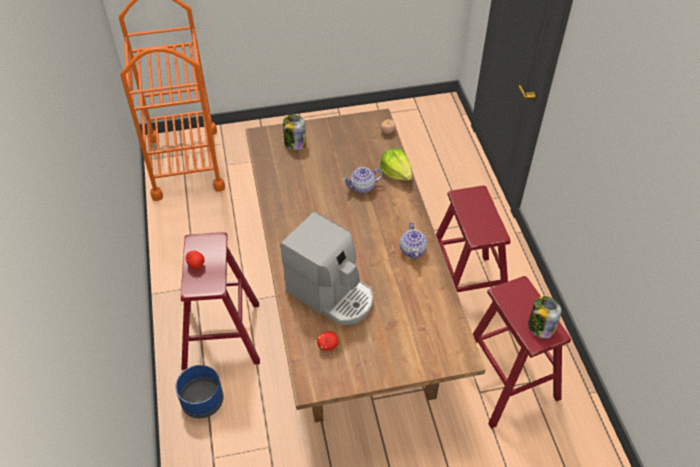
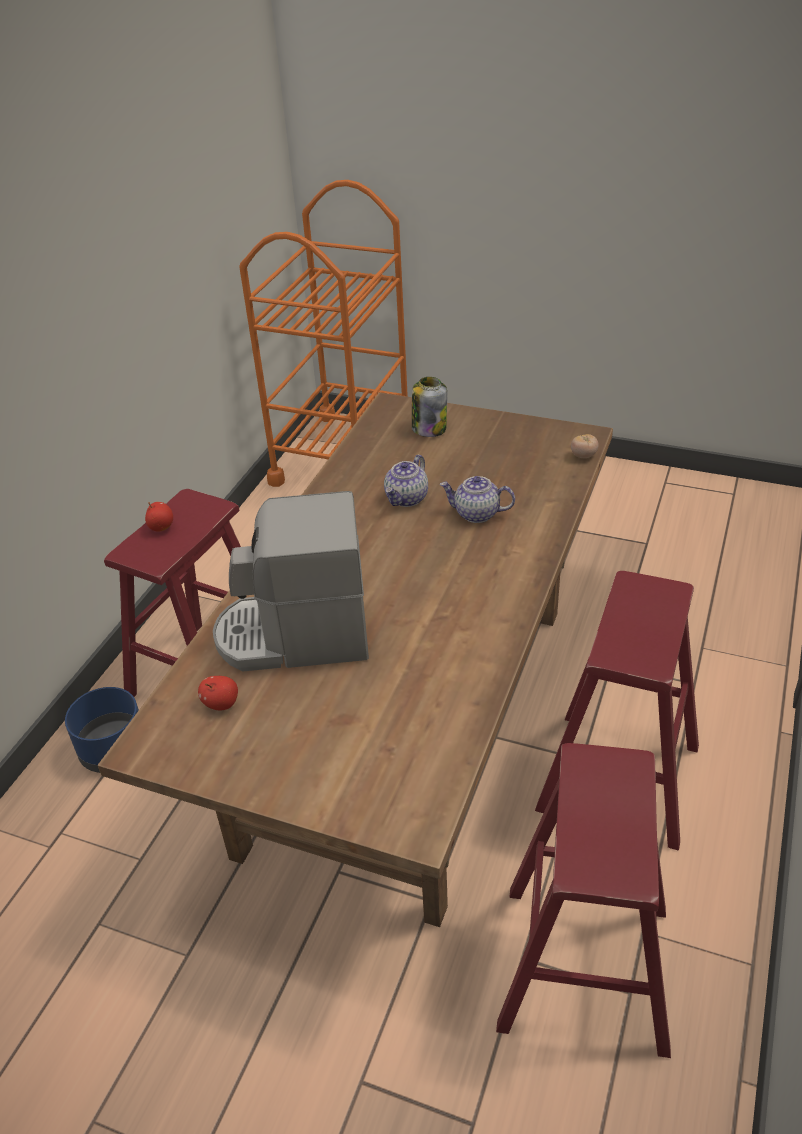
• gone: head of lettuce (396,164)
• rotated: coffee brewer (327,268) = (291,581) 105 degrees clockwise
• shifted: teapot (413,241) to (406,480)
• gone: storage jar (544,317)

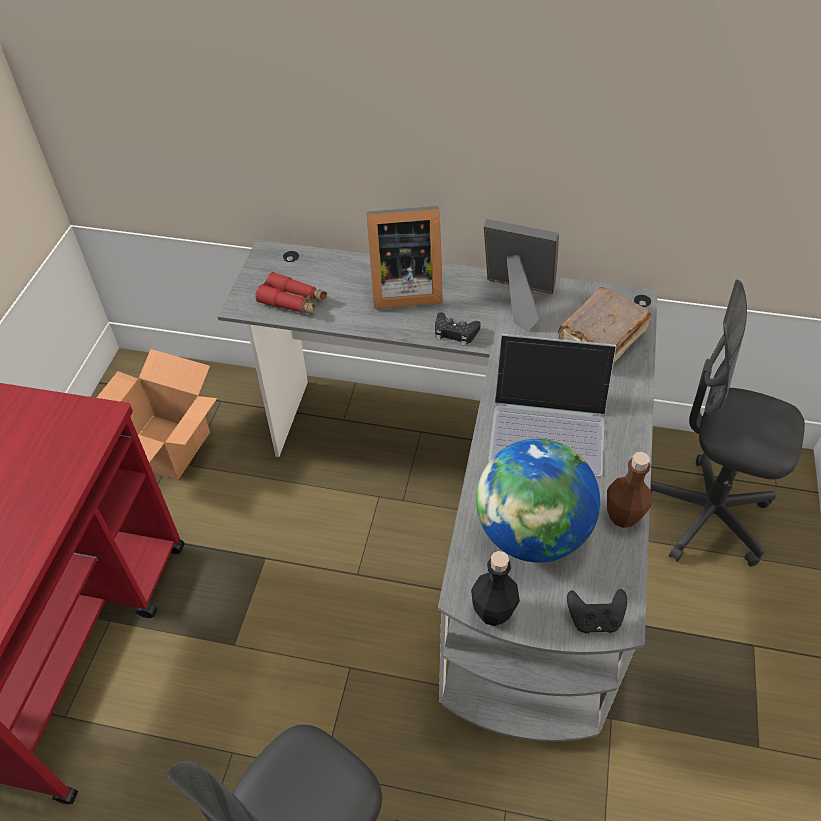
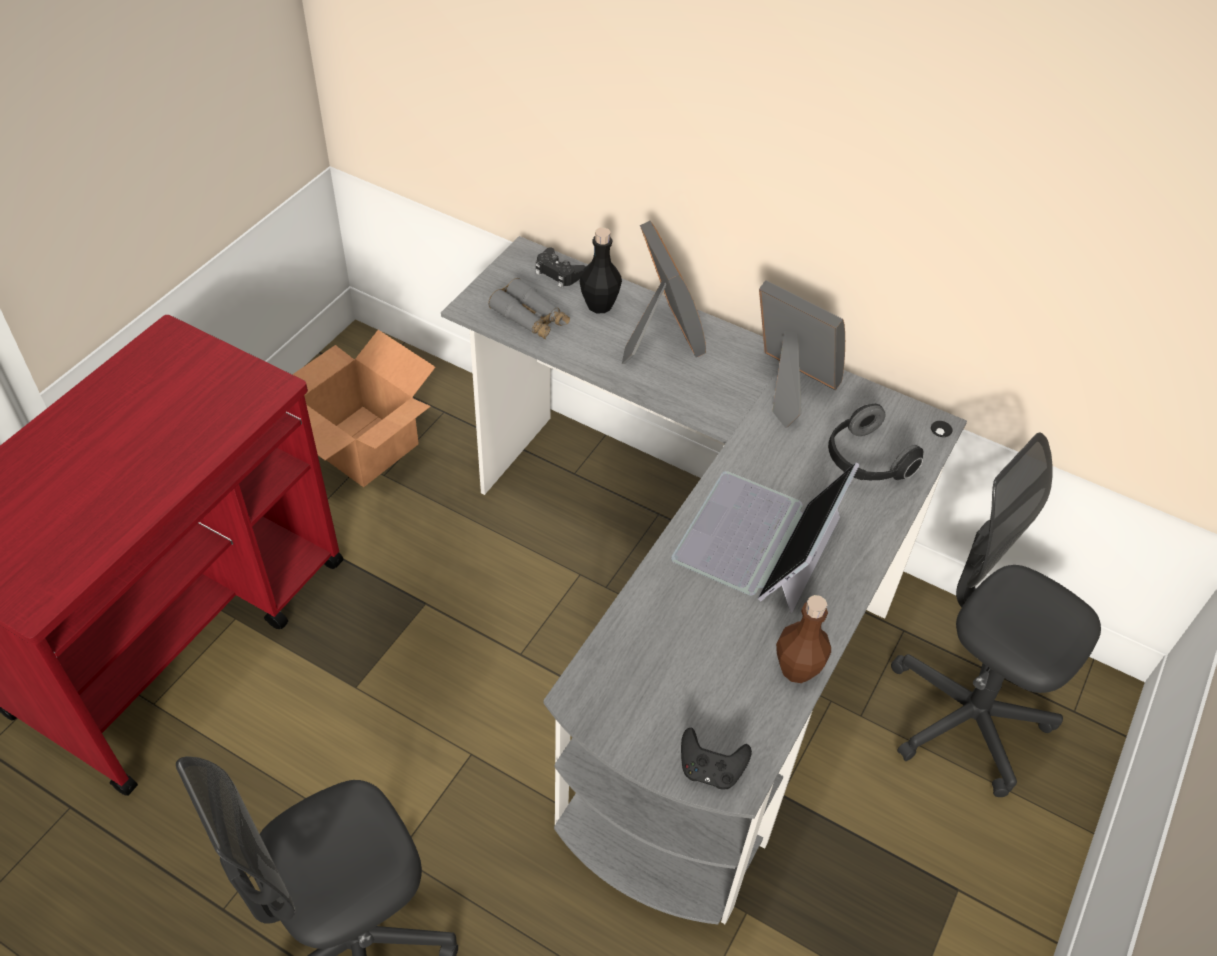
• rotated: picture frame (404,257) = (664,292) 120 degrees counterclockwise
• repainted: reddish binoculars (291,293) to gray binoculars (529,309)
• swapped: brownish bound book (604,325) to pair of headphones (875,442)
• shifted: black gamepad (458,329) to (560,268)
• rotated: portable computer (552,405) = (765,538) 90 degrees clockwise
• gone: world globe (538,501)
• shifted: black drink bottle (495,588) to (600,270)

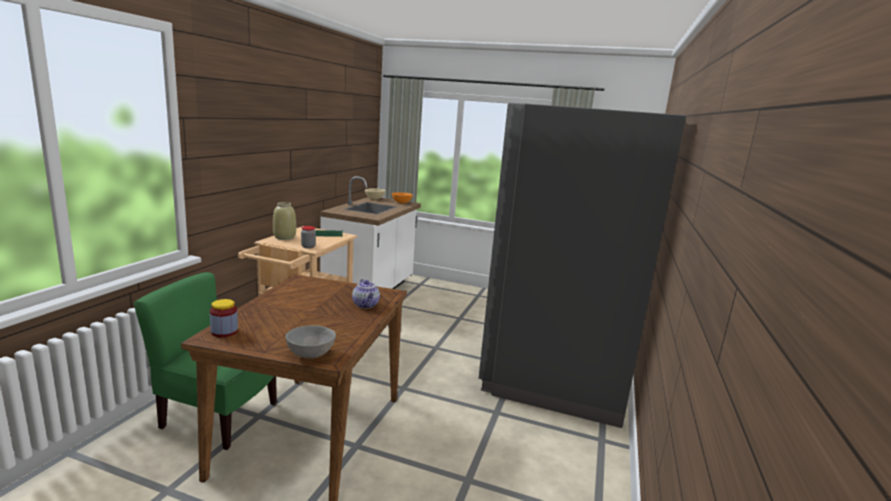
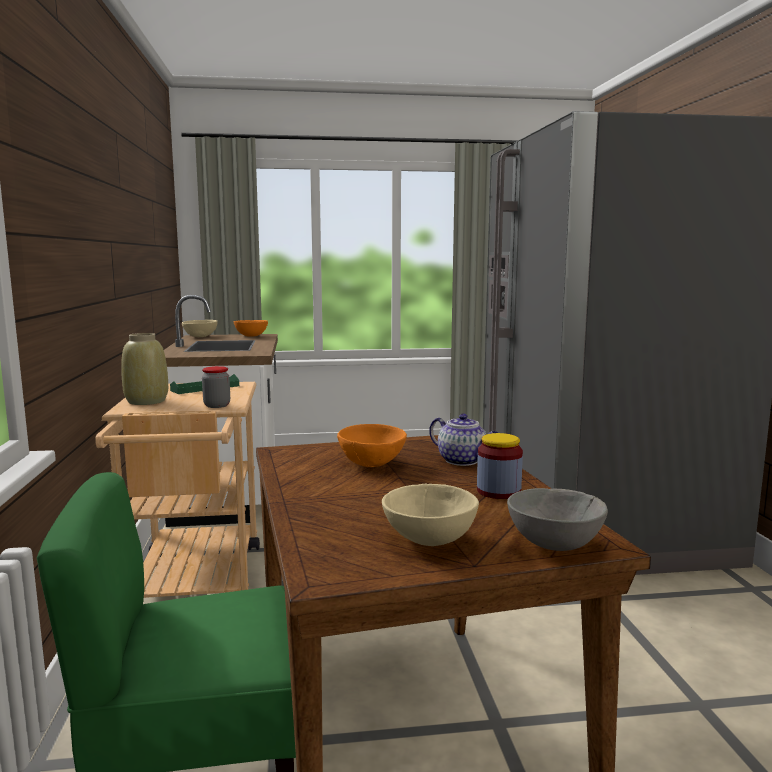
• shifted: storage jar (224,318) to (500,466)
• new: orange deep dish (372,445)
• new: beige-coloured deep dish (430,515)

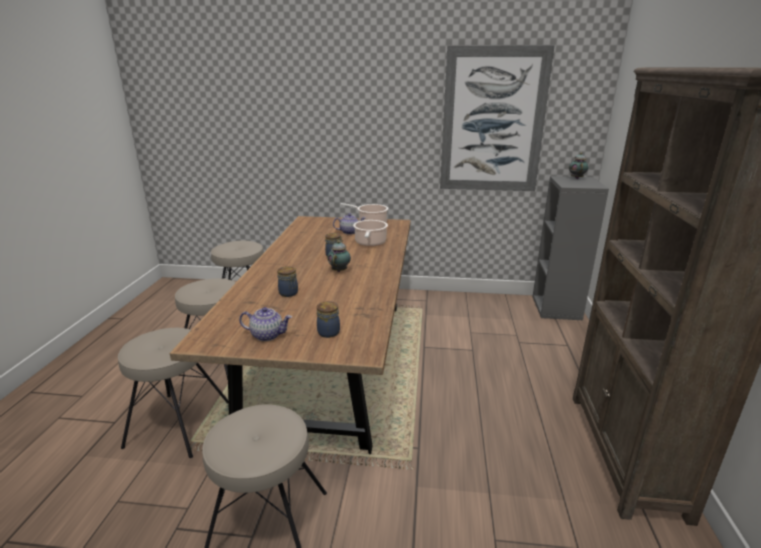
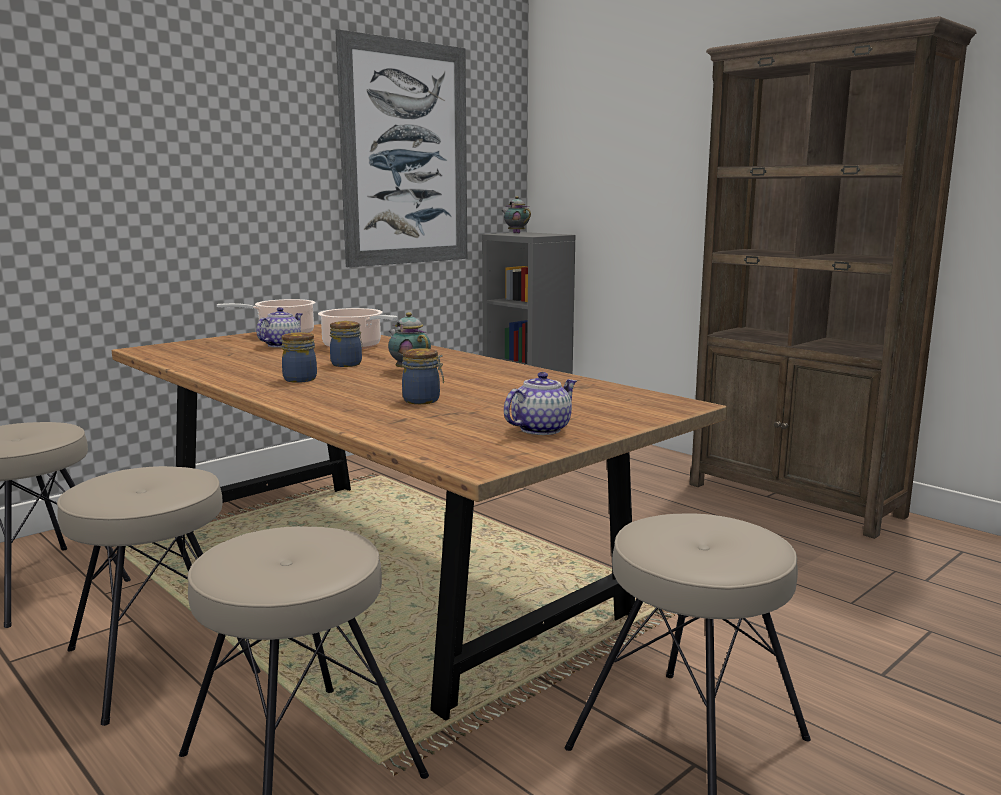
• shifted: storage jar (328,319) to (299,357)

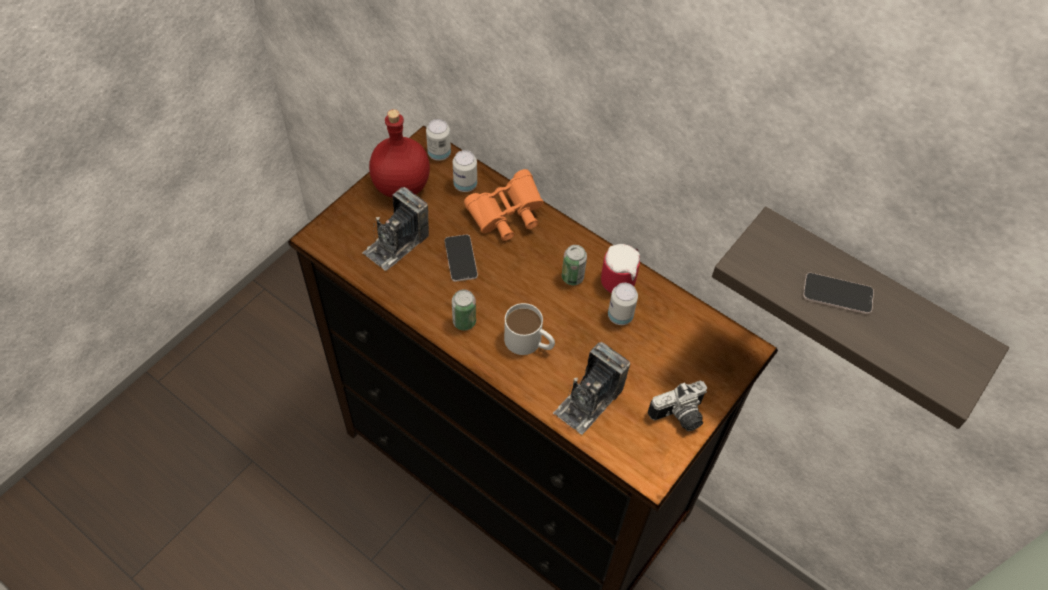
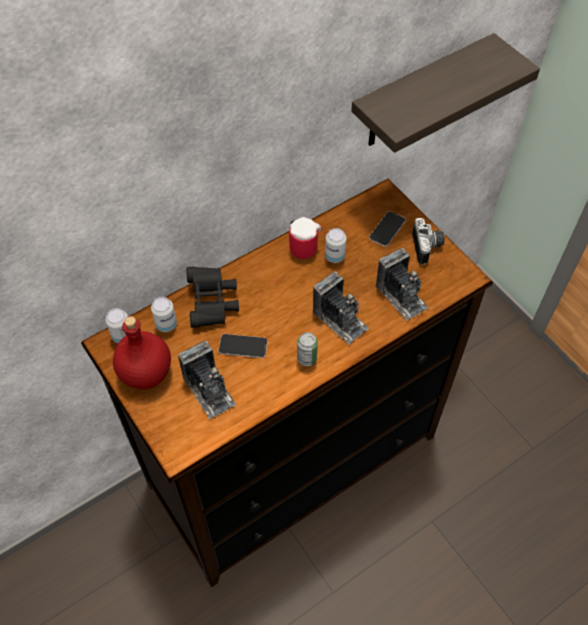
• repainted: orange binoculars (504,205) to black binoculars (212,297)
• gone: can (574,265)
• shifted: handset (838,293) to (387,229)
• swapped: white-coloured mug (529,329) to still camera (341,308)

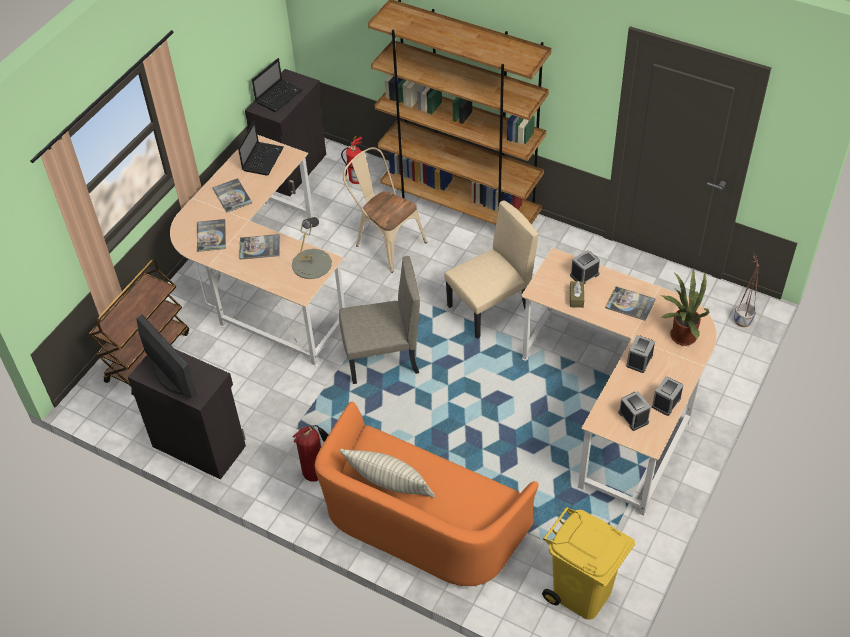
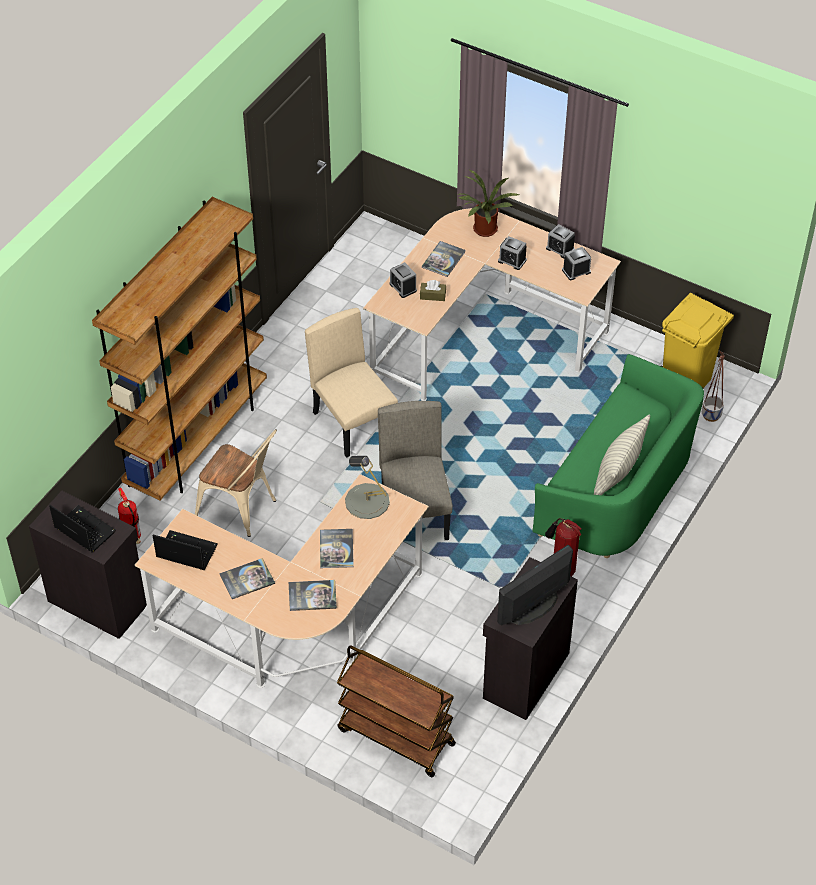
• rotated: beige-coloured chair (385,210) = (236,483) 105 degrees counterclockwise
• shifted: plant pot (746,290) to (713,386)
• repainted: orange sofa (427,494) to greenish sofa (618,456)

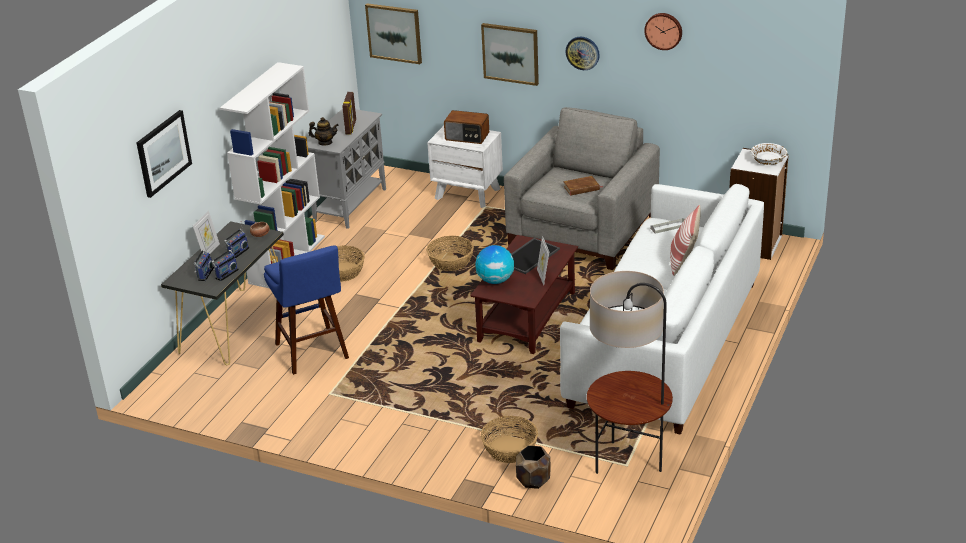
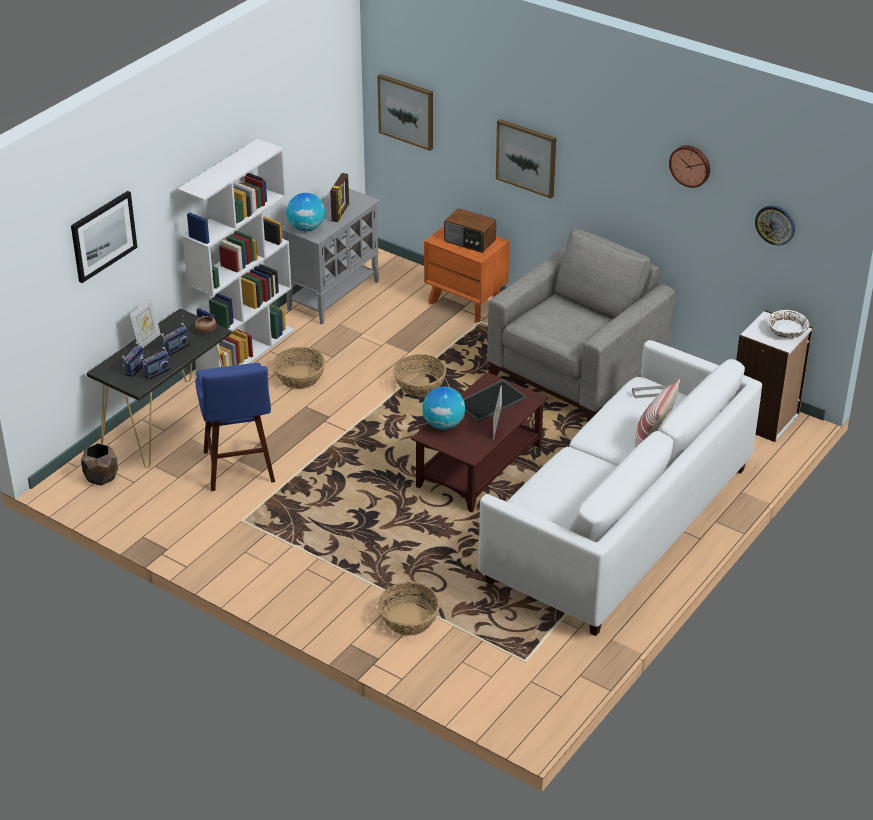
• shifted: clock on the wall (582,53) to (775,226)
• swapped: teapot (324,131) to world globe (305,212)
• repainted: white-coloured nightstand (465,167) to orange nightstand (467,274)
• gone: brownish bound book (583,186)
• gone: standing lamp (630,372)
• shifted: brownish plant pot (533,467) to (99,464)

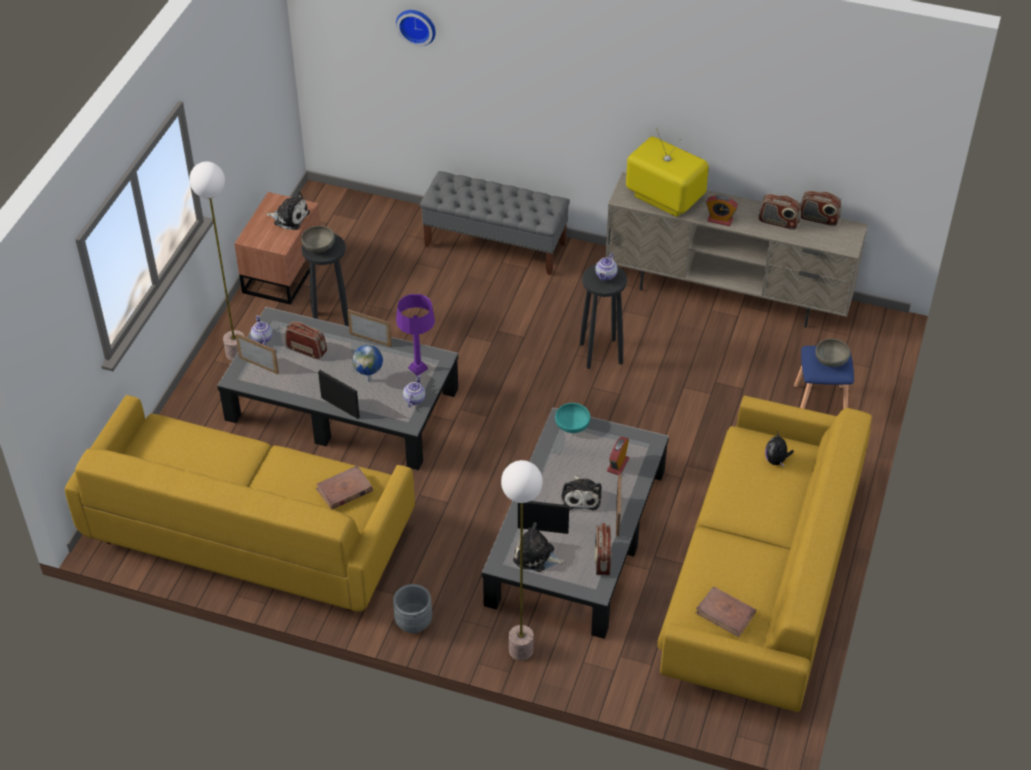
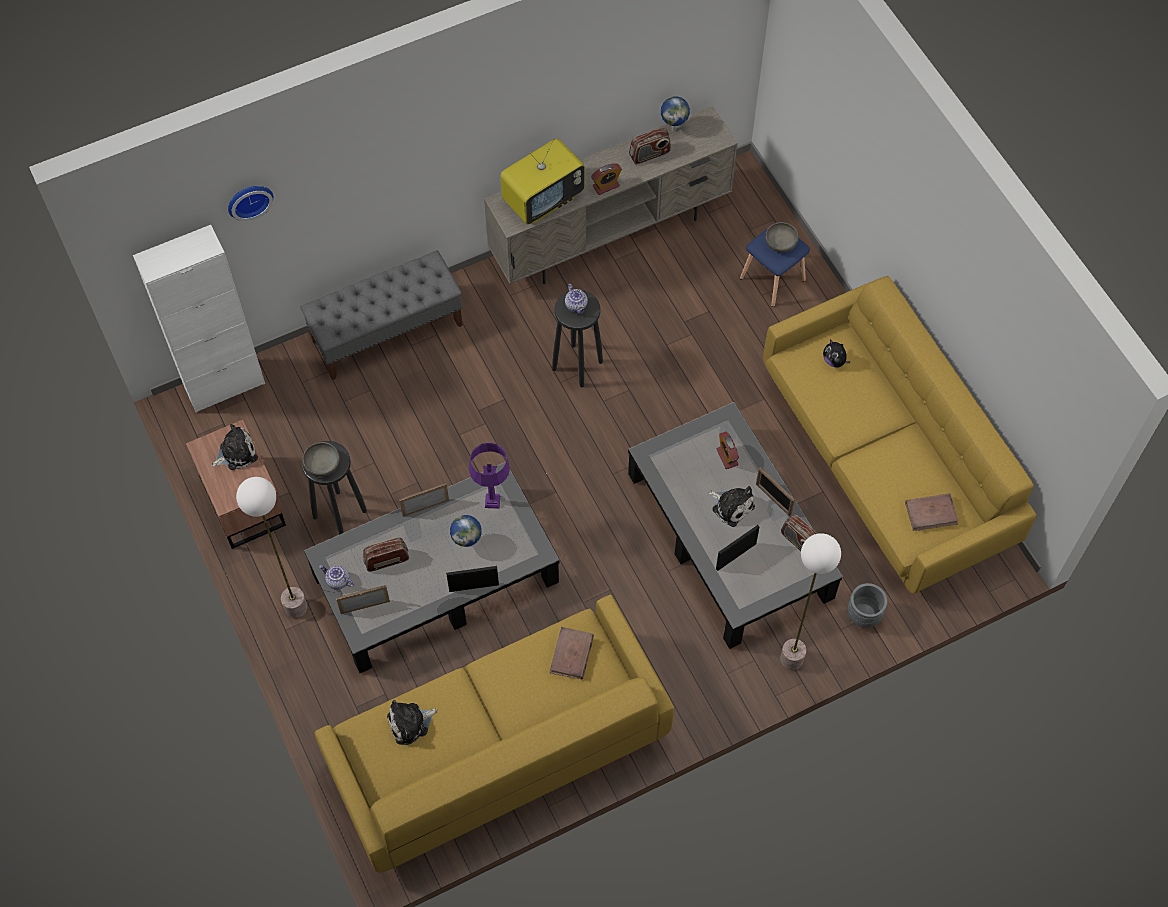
• rotated: TV set (667,172) = (543,181) 150 degrees clockwise
• swapped: radio receiver (820,208) to world globe (675,113)
• gone: teapot (414,391)
• gone: turquoise-coloured deep dish (572,418)
• shifted: cuddly toy (539,547) to (412,722)
• shifted: gray plant pot (412,608) to (867,605)
• new: white-coloured cabinet (199,319)

